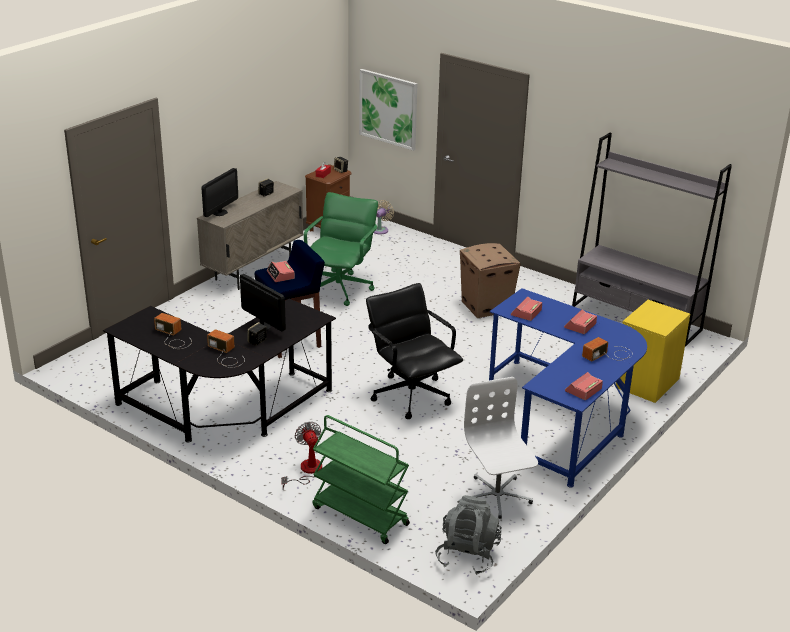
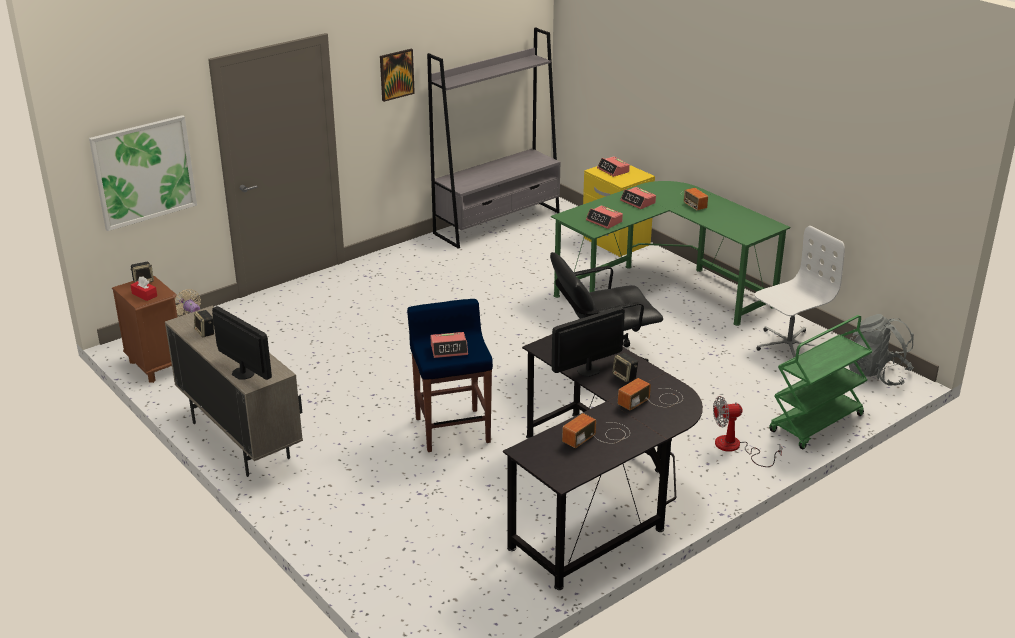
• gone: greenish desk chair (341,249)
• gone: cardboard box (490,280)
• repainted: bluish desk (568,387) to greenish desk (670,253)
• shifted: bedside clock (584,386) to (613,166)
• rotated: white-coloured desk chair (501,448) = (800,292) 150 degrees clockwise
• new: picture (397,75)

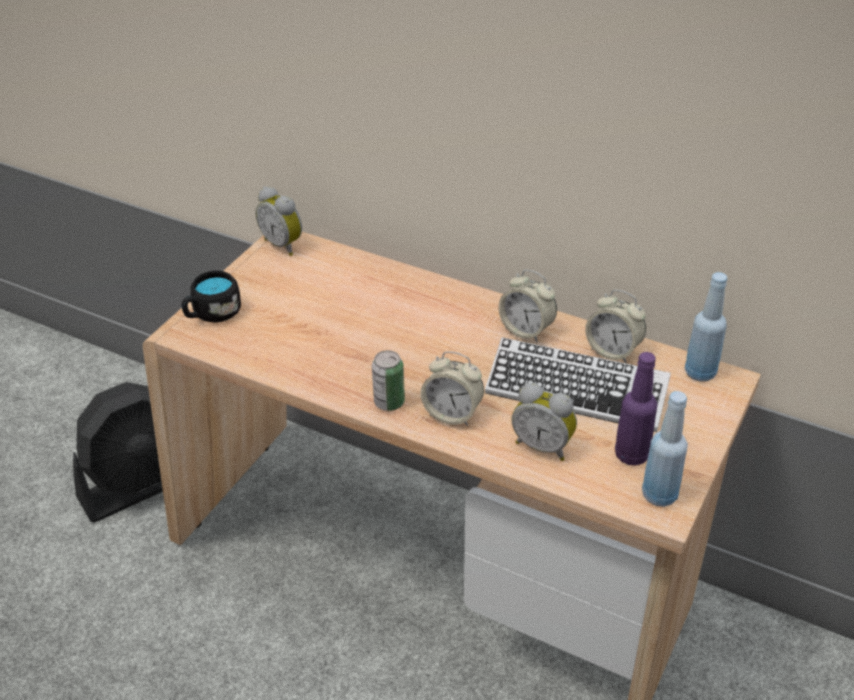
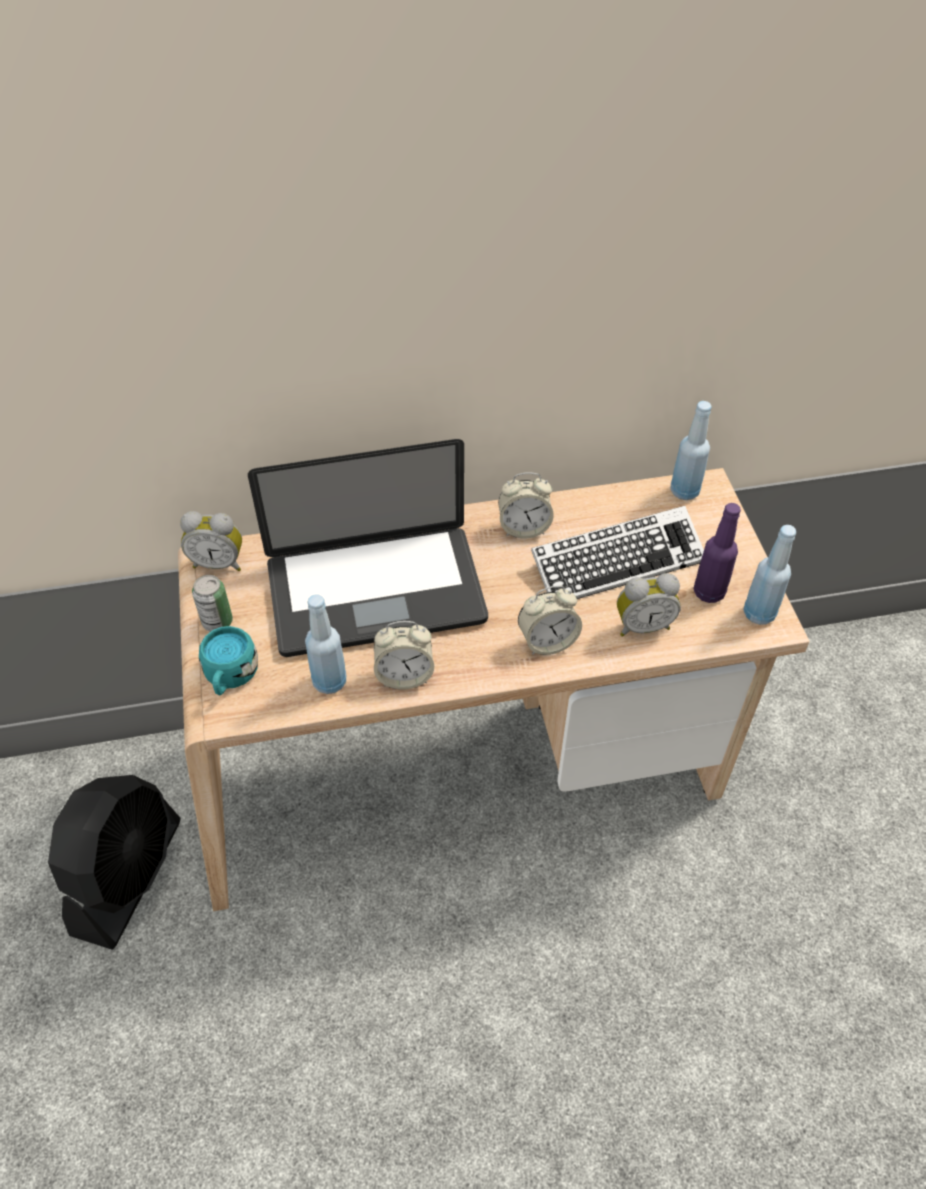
• repainted: black mug (211,296) to turquoise-coloured mug (228,660)
• shifted: bedside clock (615,326) to (404,655)
• shifted: can (388,380) to (212,603)
• new: portable computer (368,548)
• new: bluish drink bottle (325,644)

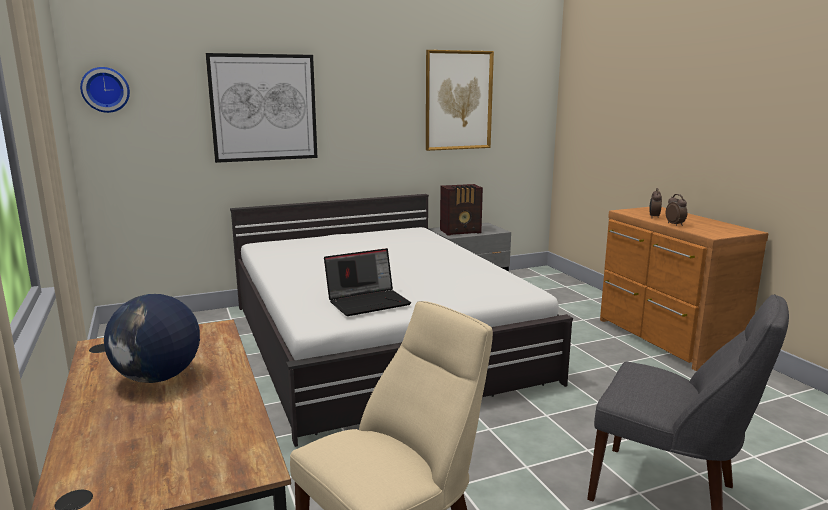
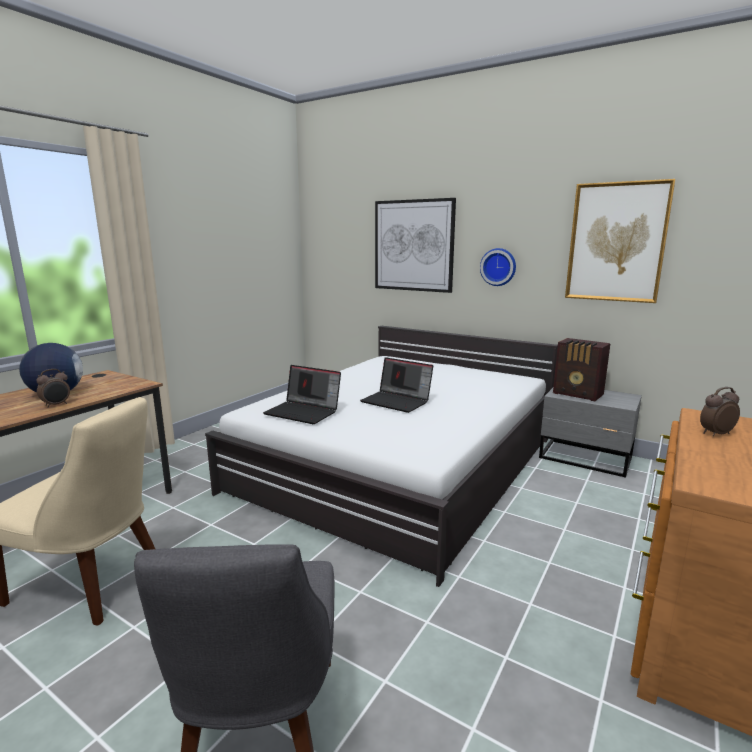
• shifted: clock on the wall (105,90) to (498,267)
• shifted: bedside clock (676,210) to (53,388)
• new: portable computer (396,385)

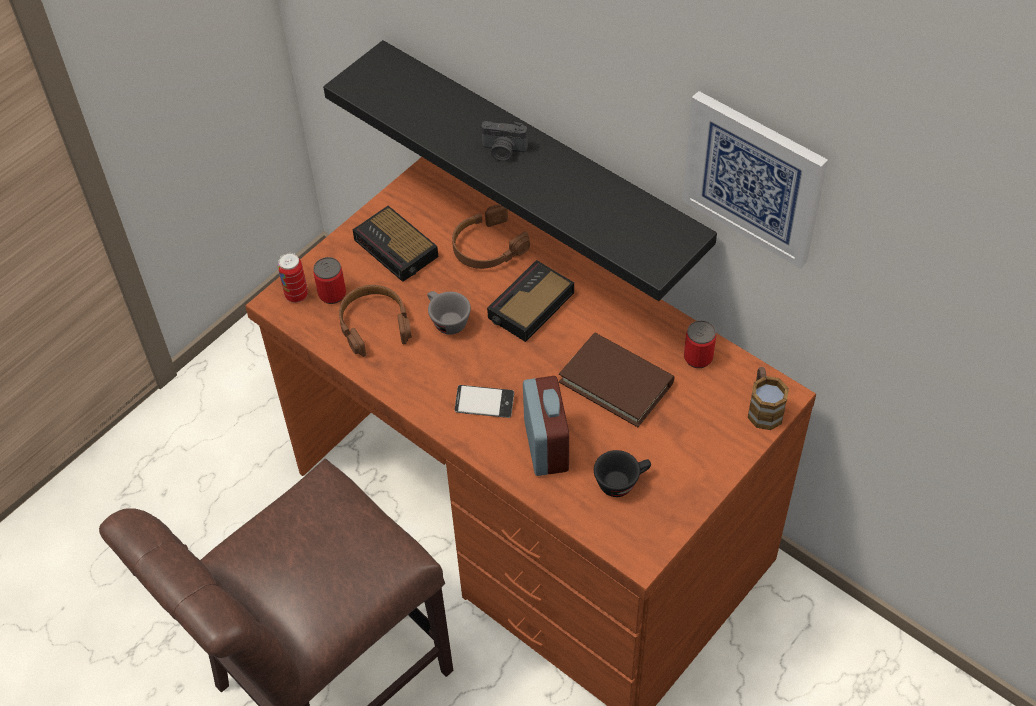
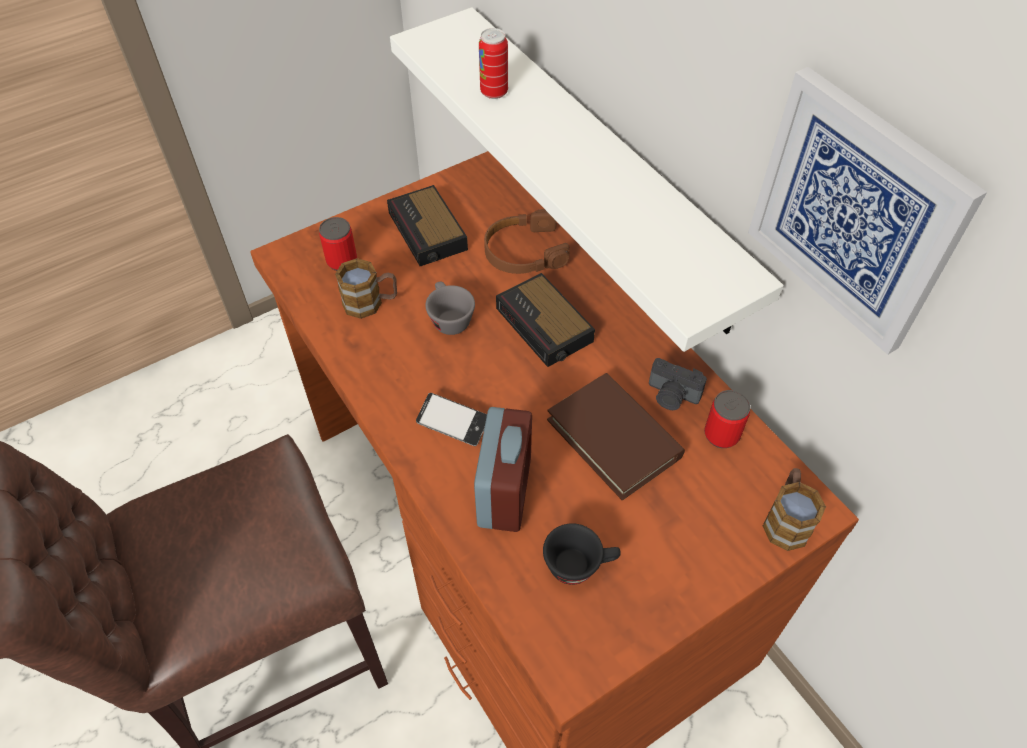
• repainted: black bracket shelf (520,170) to white-coloured bracket shelf (586,179)
• shifted: still camera (504,141) to (678,384)
• shifted: can (293,278) to (493,63)
• rotated: bedside clock (530,301) = (545,320) 90 degrees counterclockwise
• swapped: brownish pair of headphones (375,321) to mug (366,288)

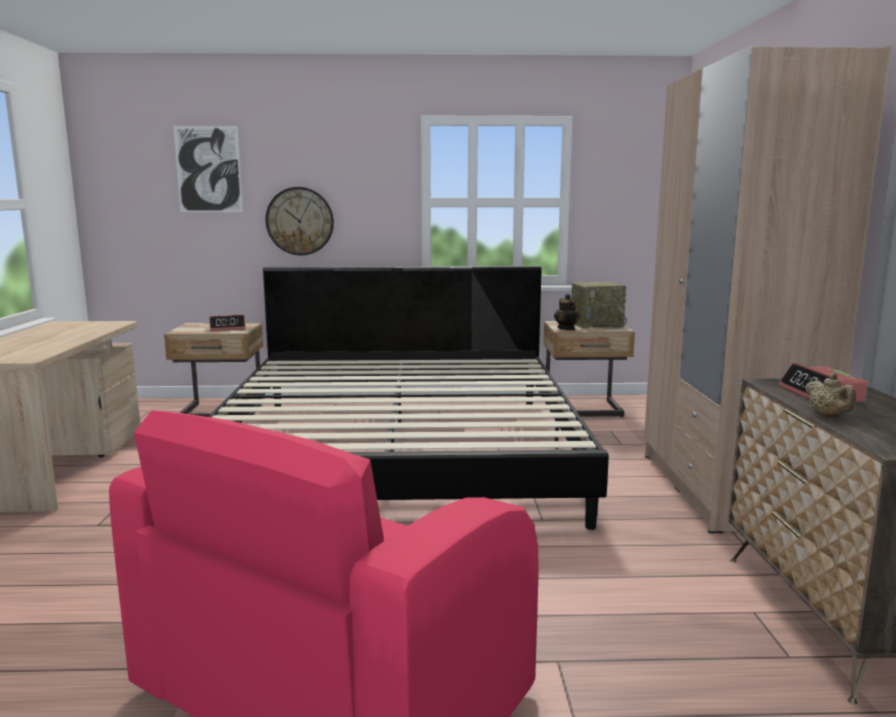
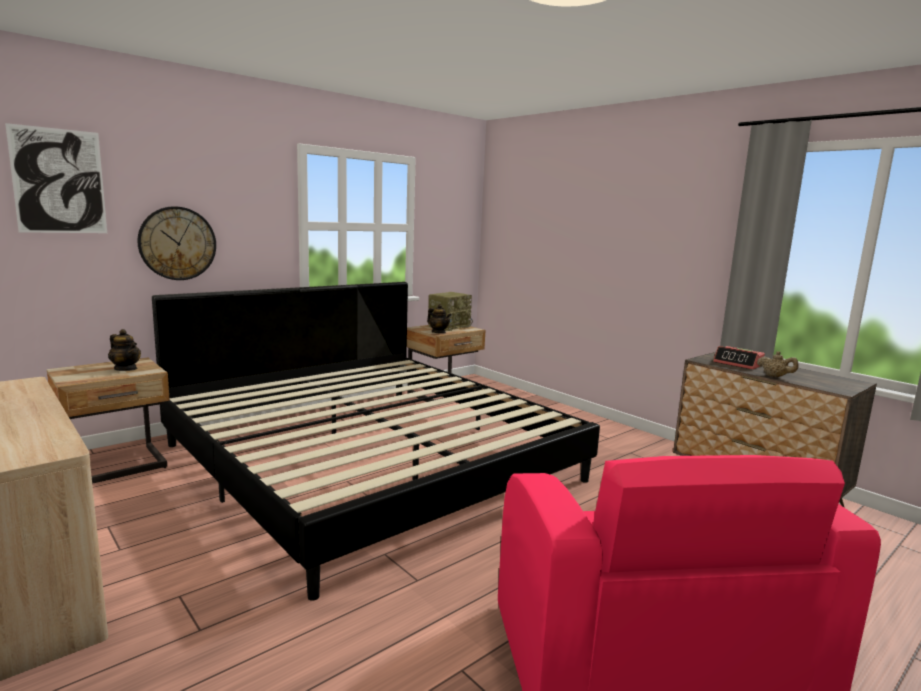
• gone: beige-coloured wardrobe (767,289)
• swapped: bedside clock (227,322) to teapot (124,350)

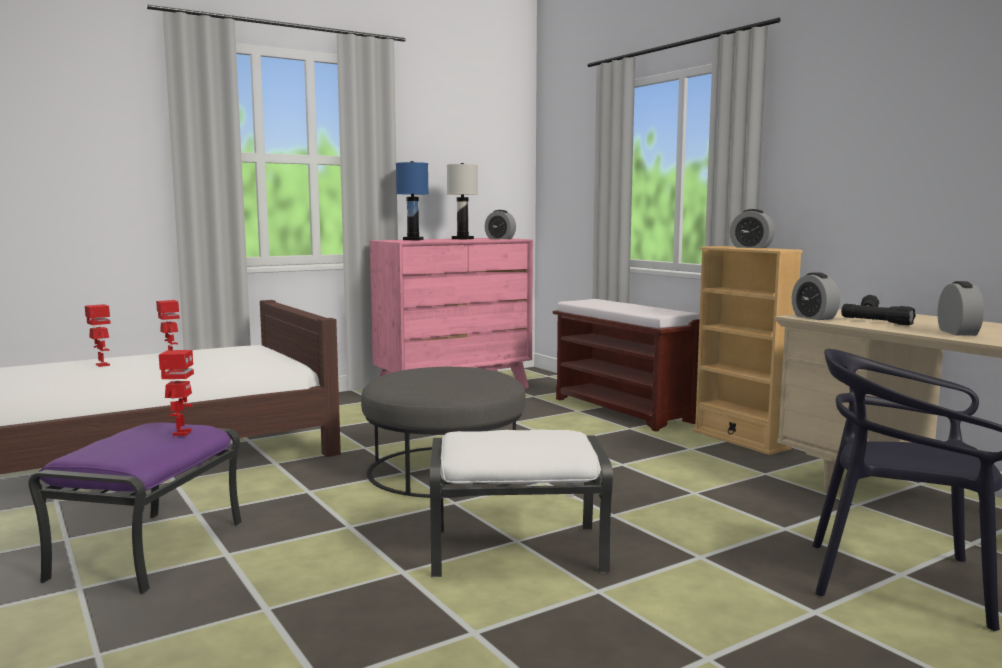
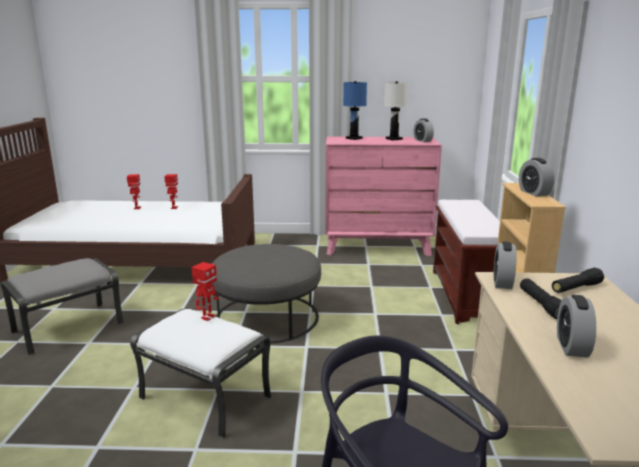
• rotated: bedside clock (961,308) = (576,326) 150 degrees clockwise
• shifted: robot figure (176,393) to (205,291)
• repainted: purple ottoman (135,508) to gray ottoman (62,306)

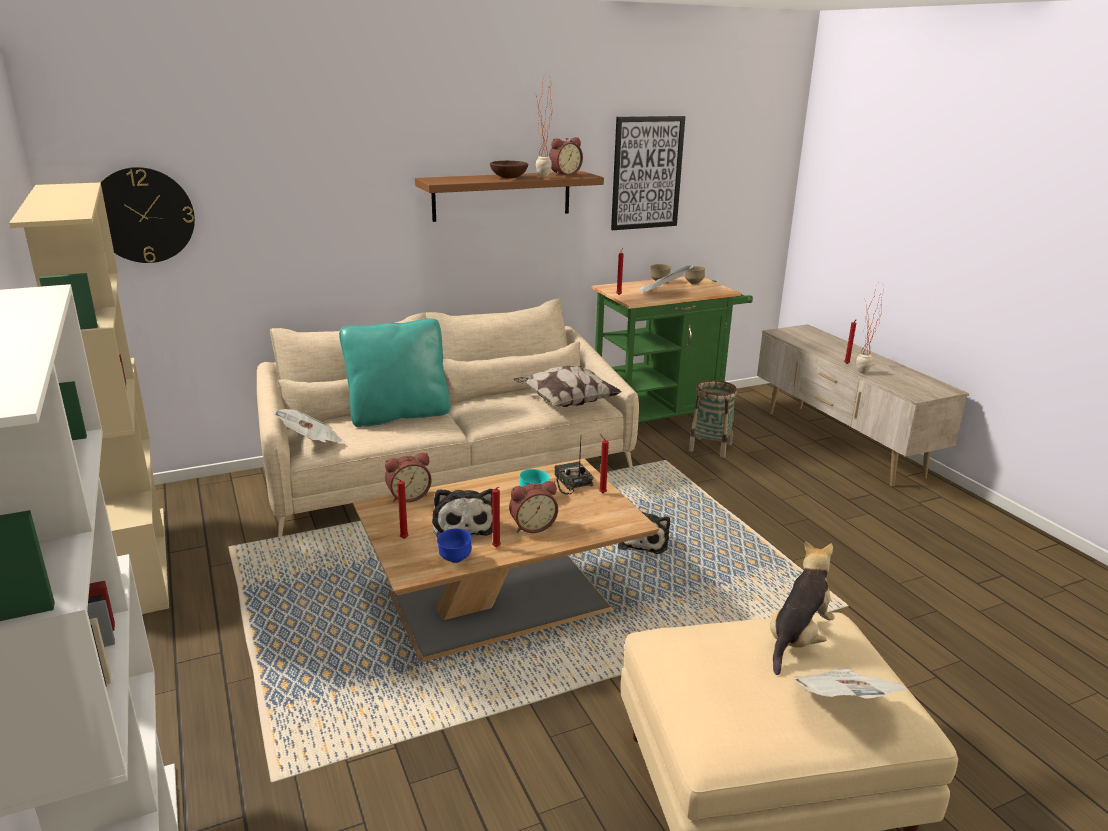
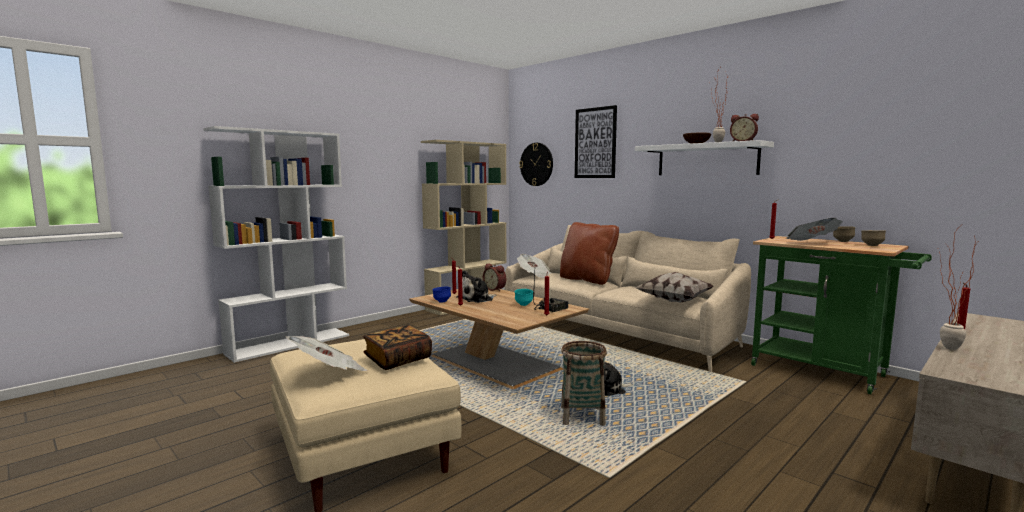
• shifted: picture (648,173) to (596,141)
• repainted: brownish bracket shelf (509,196) to white-coloured bracket shelf (704,157)
• repainted: turquoise-coloured pillow (394,372) to brownish pillow (589,253)
• shifted: basket (712,419) to (584,383)
• gone: bedside clock (533,507)
• swapped: cuddly toy (802,608) to bound book (397,347)

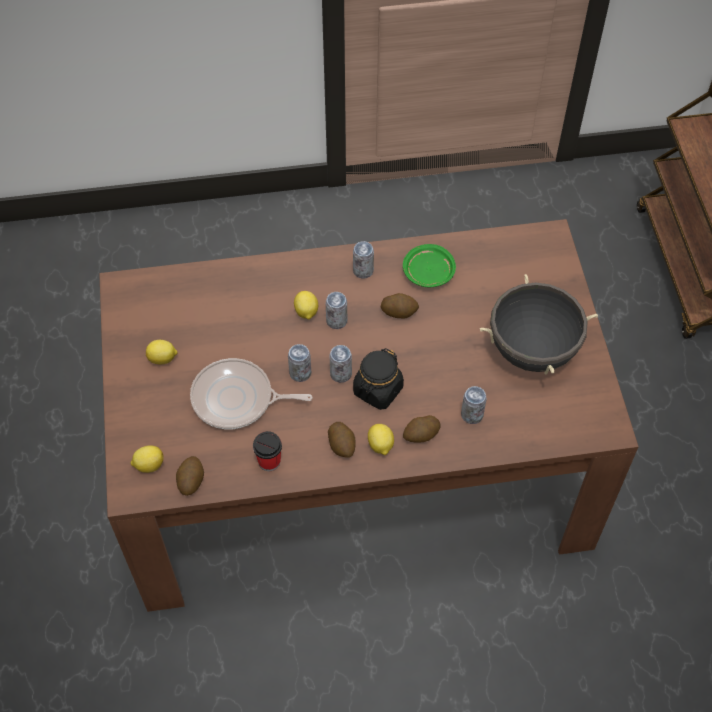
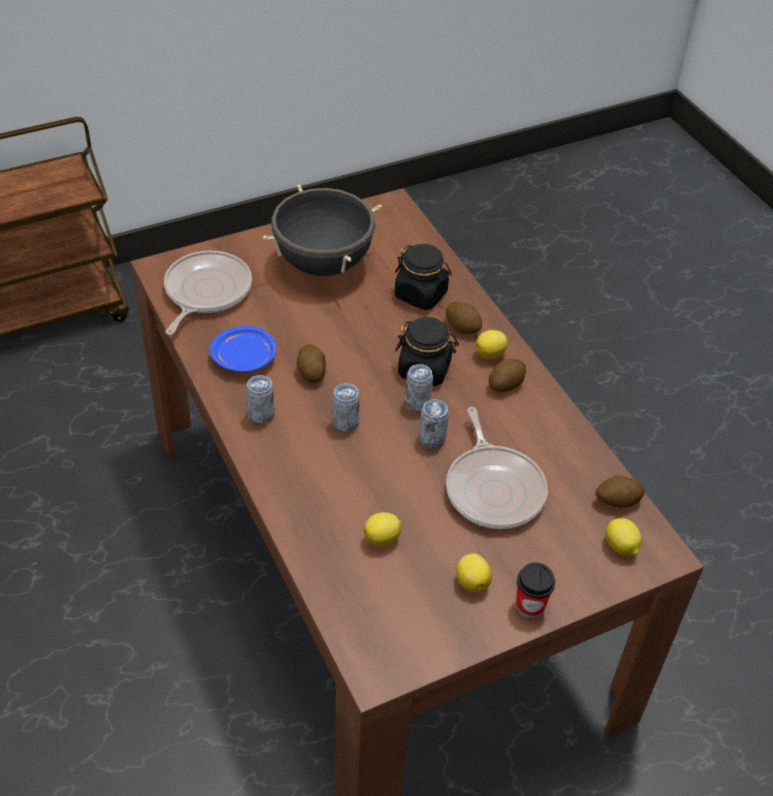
• repainted: greenish dinner plate (429,265) to bluish dinner plate (243,349)
• shifted: citrus fruit (306,305) to (383,529)
• swapped: can (474,405) to black storage jar (423,277)
• shifted: small cup (267,451) to (535,590)
• new: pan (208,293)

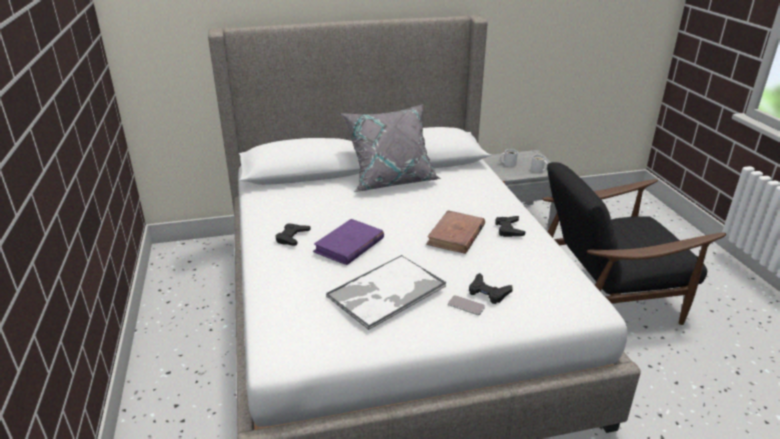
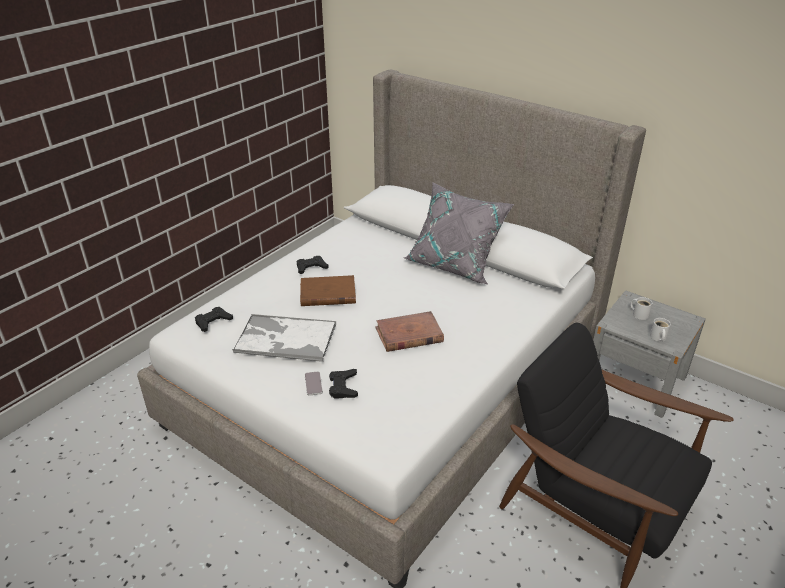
• shifted: black gamepad (510,226) to (214,319)
• repainted: purple bound book (348,242) to brownish bound book (328,290)

